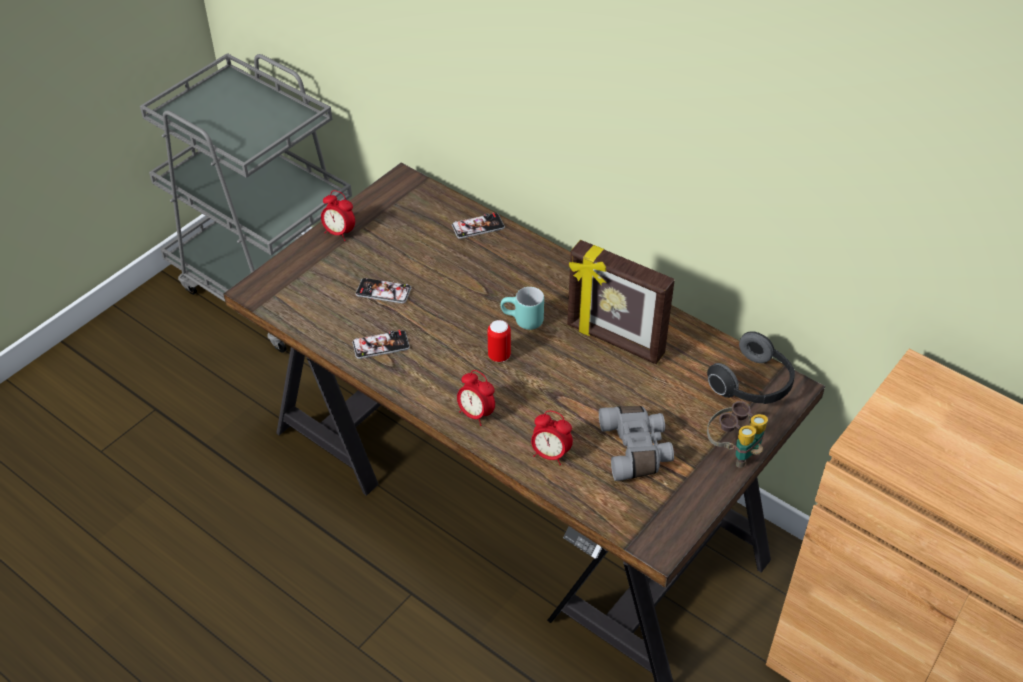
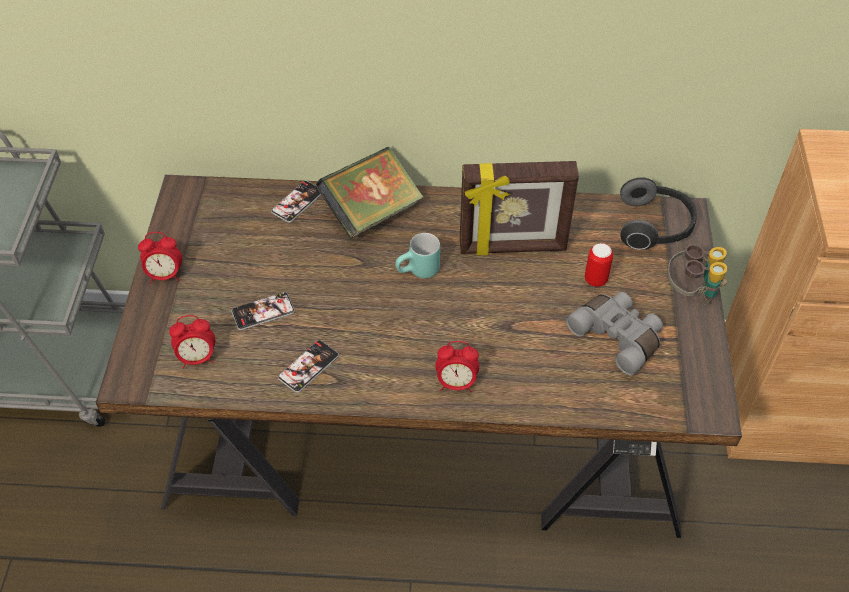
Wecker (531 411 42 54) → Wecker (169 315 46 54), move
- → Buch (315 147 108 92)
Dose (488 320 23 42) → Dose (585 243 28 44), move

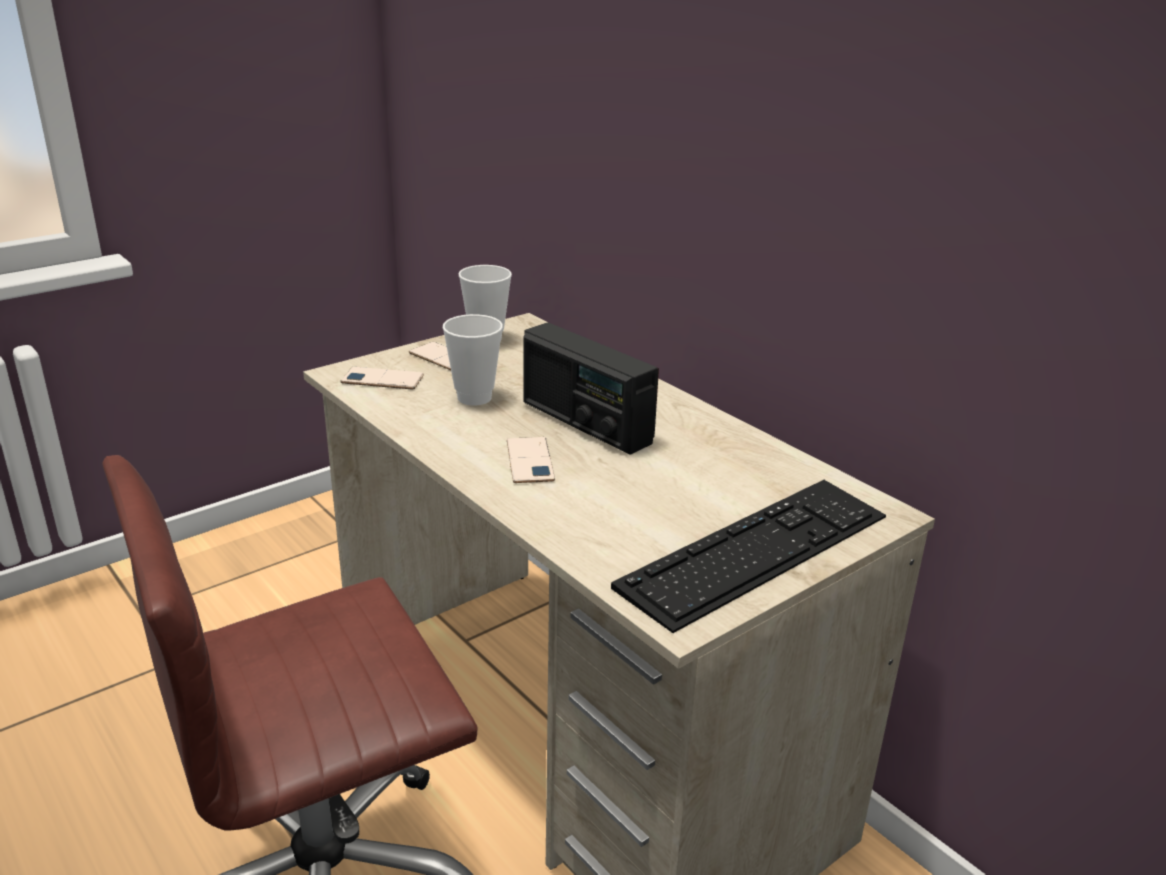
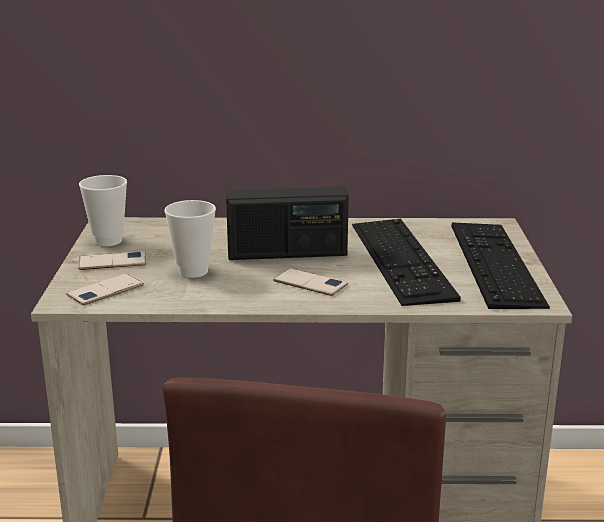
- → Tastatur (352 219 109 87)

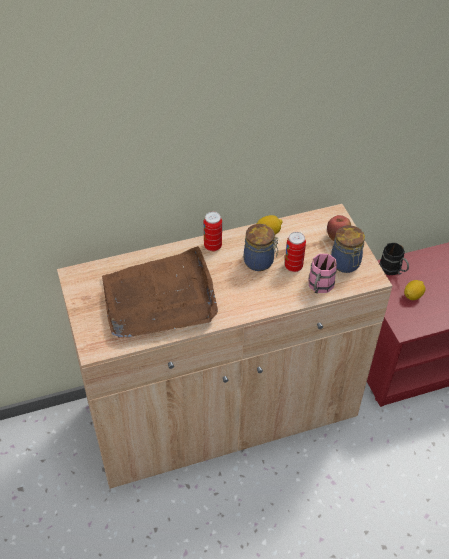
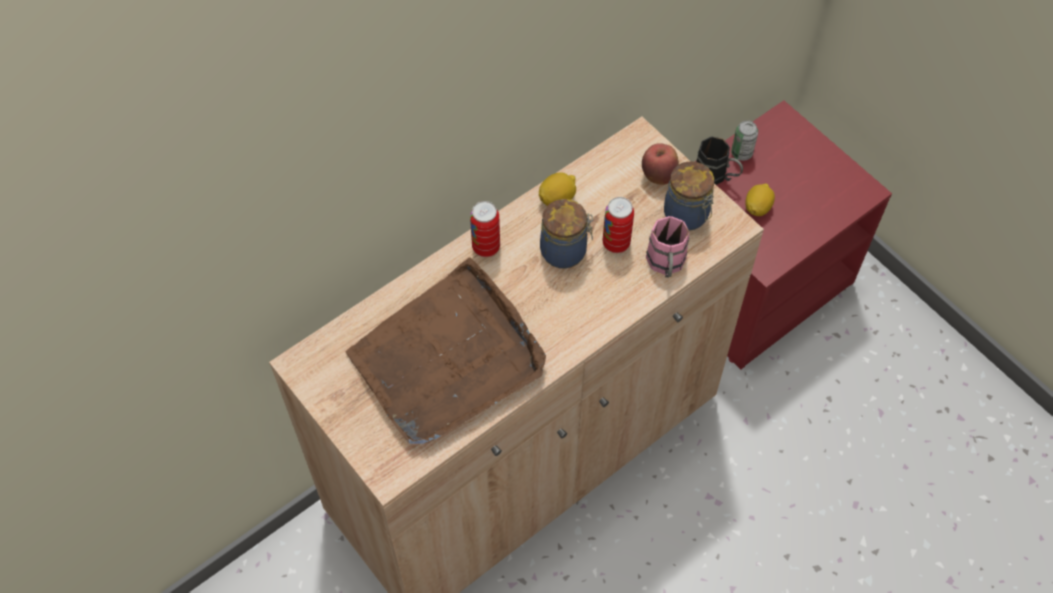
- → Dose (731 120 27 41)

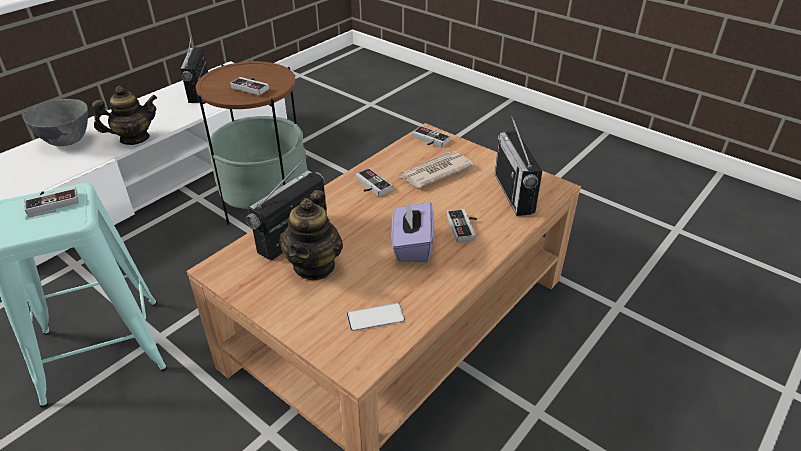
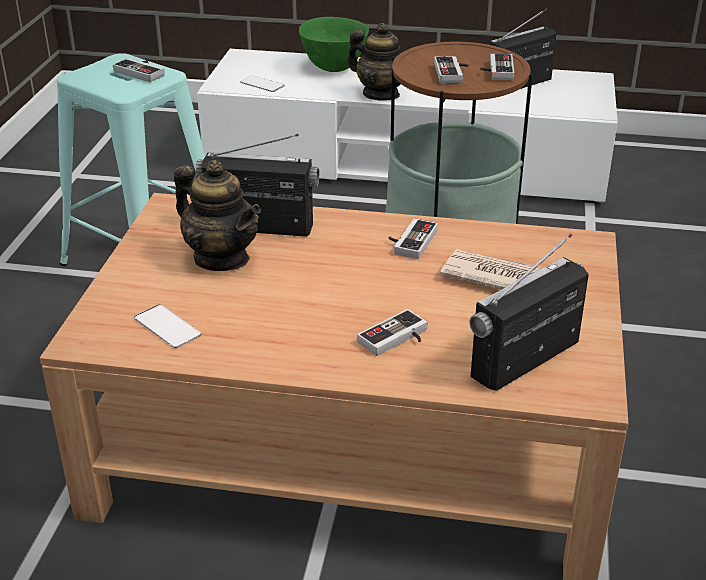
Teekanne (279 190 64 90) → Teekanne (174 160 87 111), 120 degrees counterclockwise
- → Handy (240 75 45 17)
Schüssel (grau) (23 99 65 47) → Schüssel (grün) (299 17 70 55)
Gamepad (412 126 39 21) → Gamepad (480 53 34 27), move
Taschentuchbox (lila) (392 201 42 61) → -

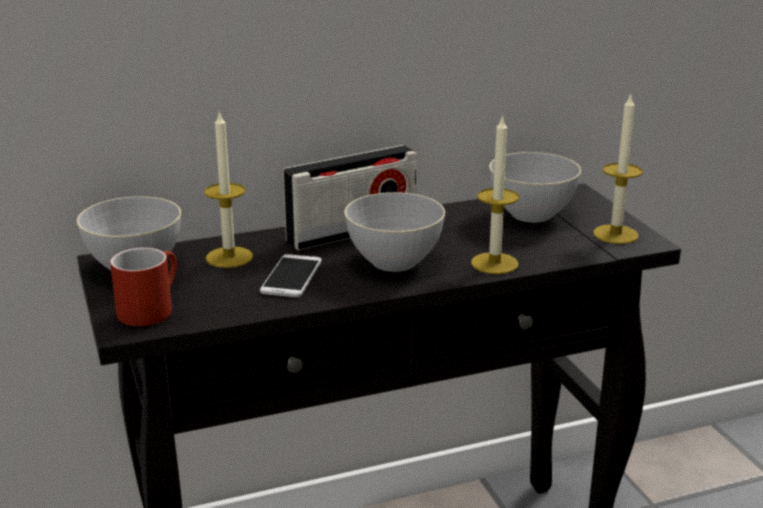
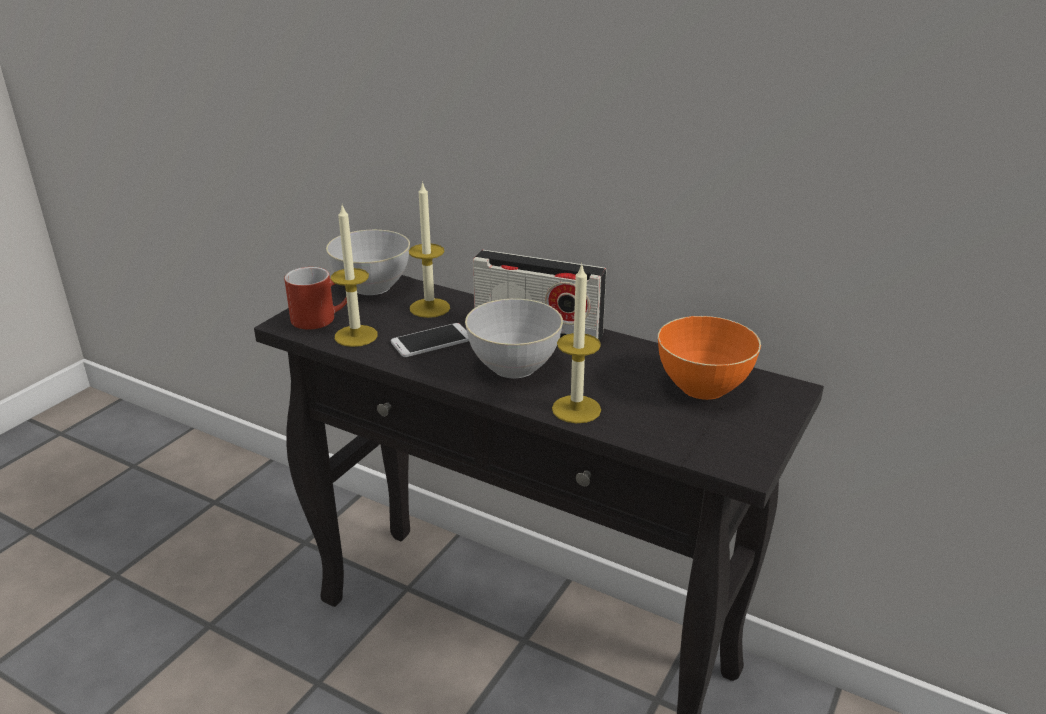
Kerze (593 93 50 151) → Kerze (331 205 47 142), move
Schüssel (grau) (489 152 92 70) → Schüssel (orange) (658 316 103 84)

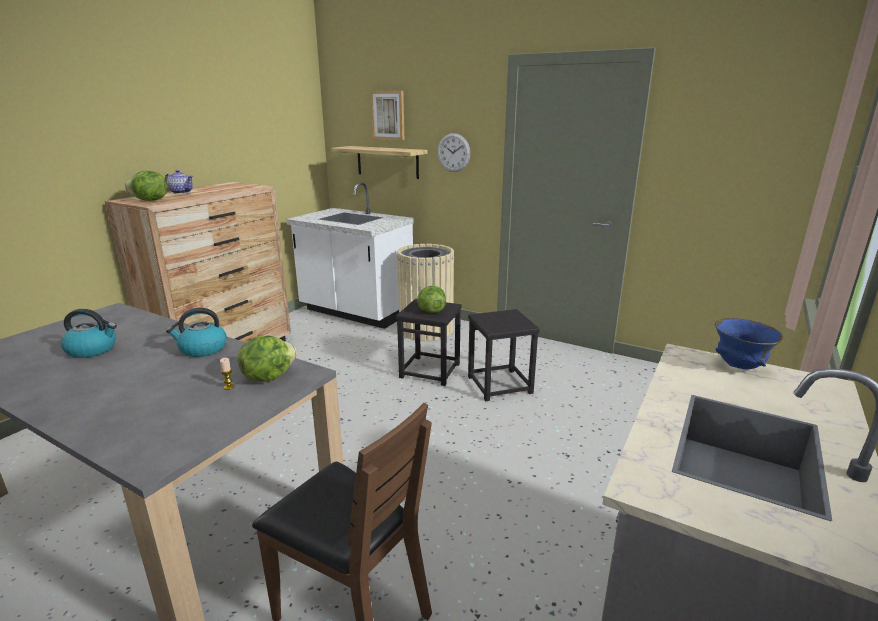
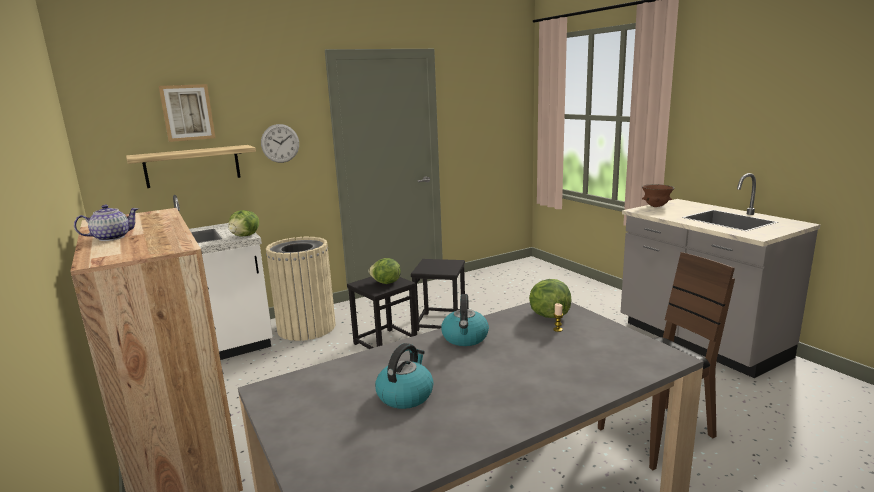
Salatkopf (125 171 42 30) → Salatkopf (228 210 31 27), move
Schüssel (blau) (715 318 68 52) → Schüssel (braun) (642 184 33 23)

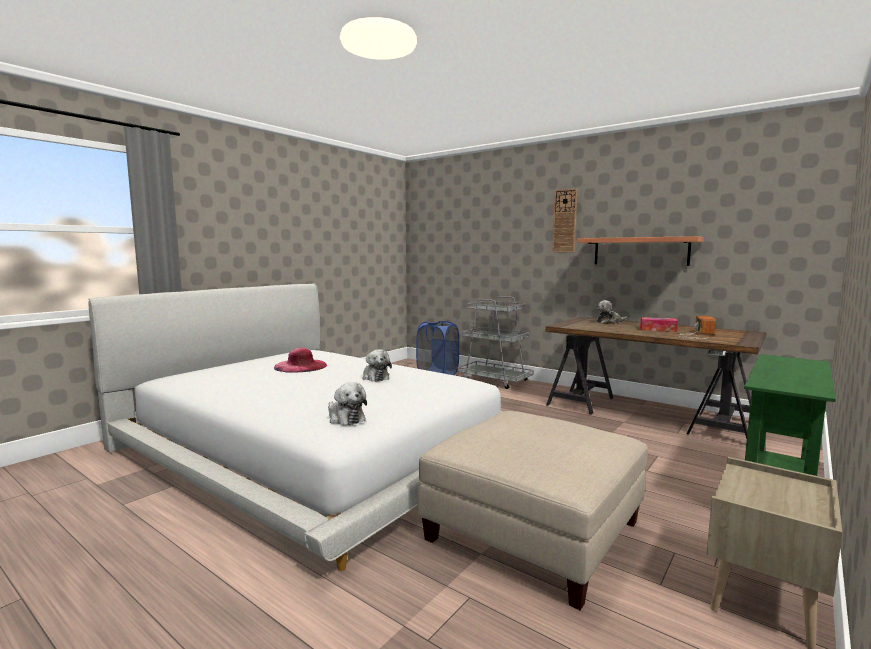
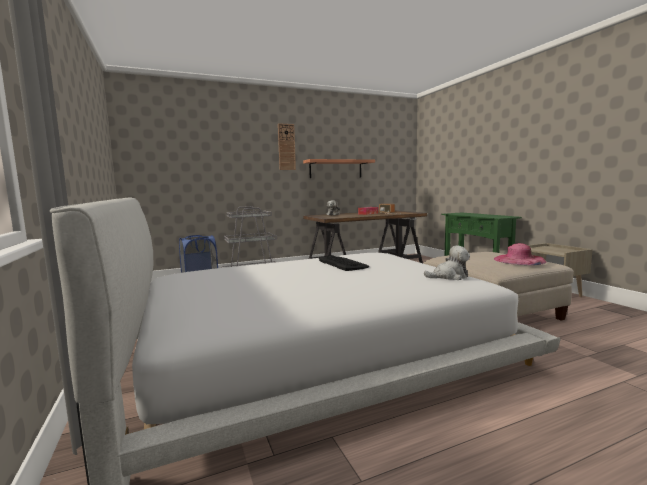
Plüschtier (362 349 30 32) → Tastatur (319 255 50 16)
Hut (rosa) (274 348 53 25) → Hut (rosa) (494 243 52 22), move

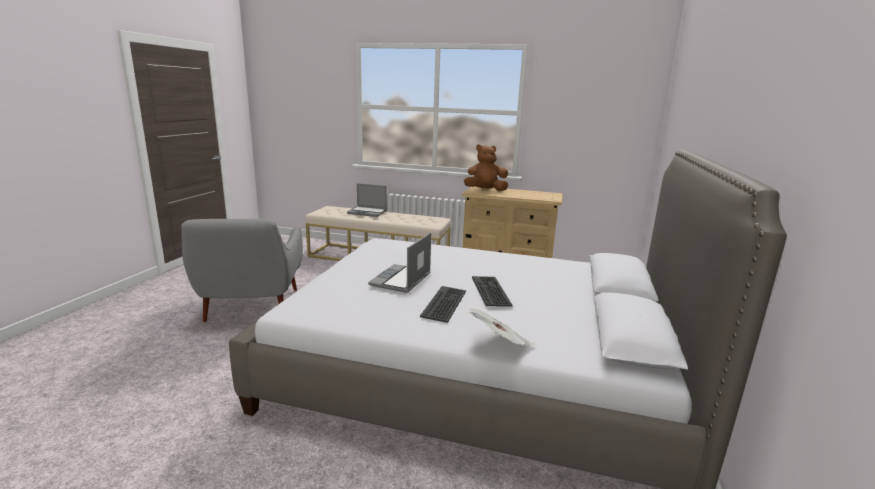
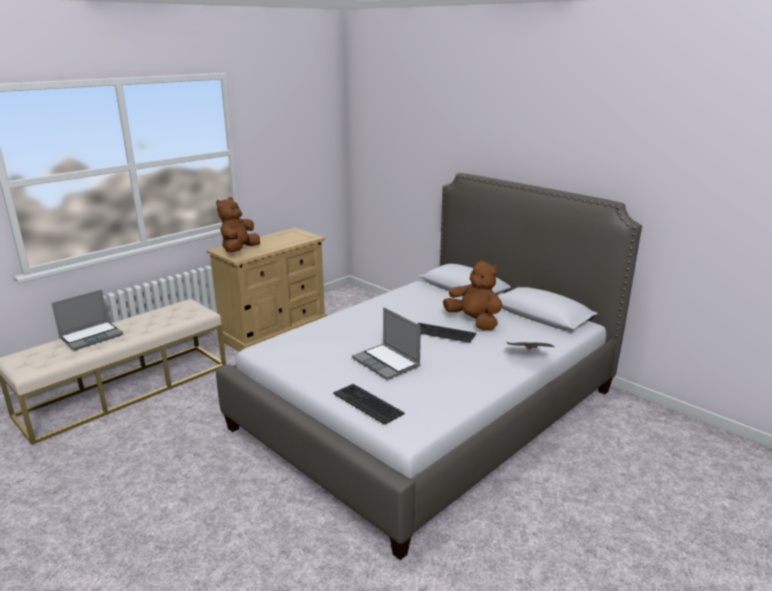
Tastatur (420 286 46 37) → Tastatur (333 384 72 41), move
- → Plüschtier (braun) (443 259 59 71)
Sessel (grau) (181 219 122 103) → -

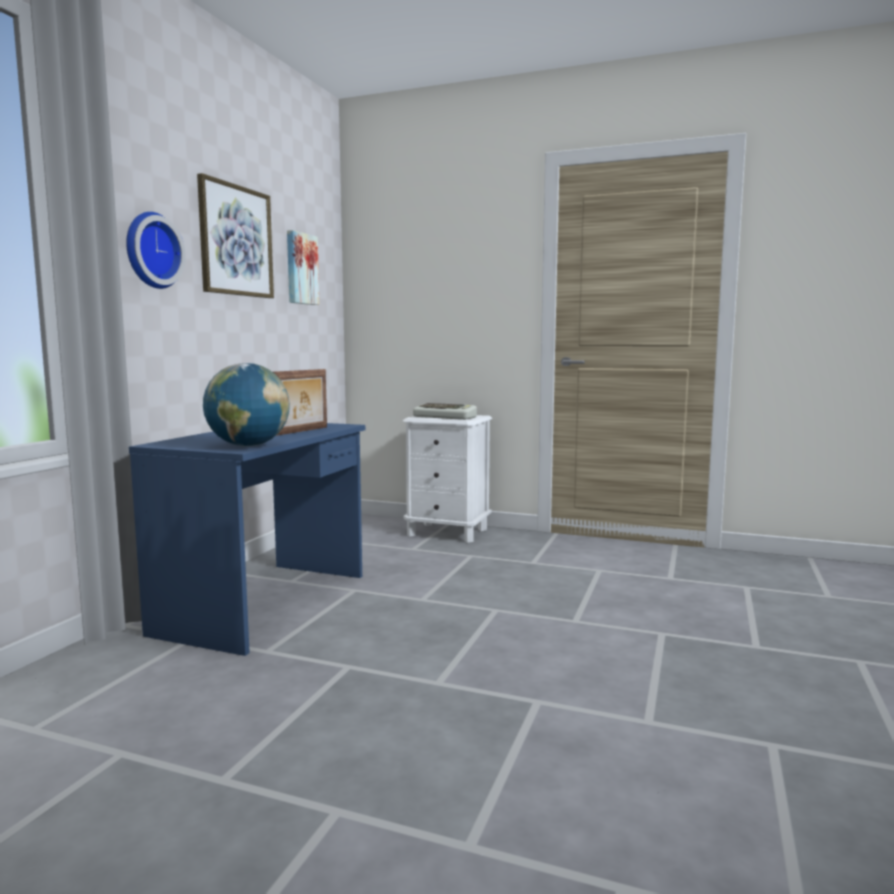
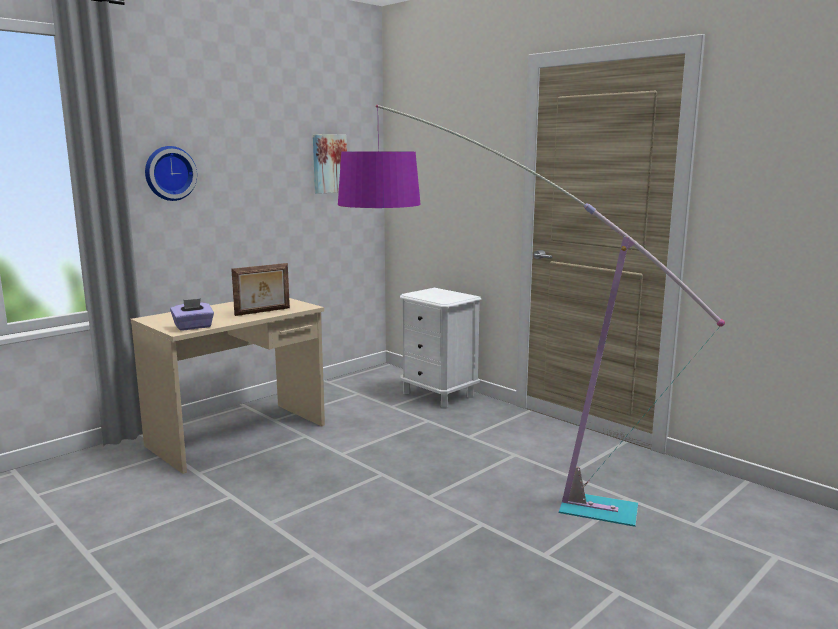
Schreibtisch (blau) (129 423 236 233) → Schreibtisch (beige) (131 298 194 176)
Globus (203 363 87 84) → Taschentuchbox (lila) (170 298 44 33)
- → Stehlampe (338 104 387 423)
Bild (197 173 77 125) → -
Tastatur (413 403 64 17) → -

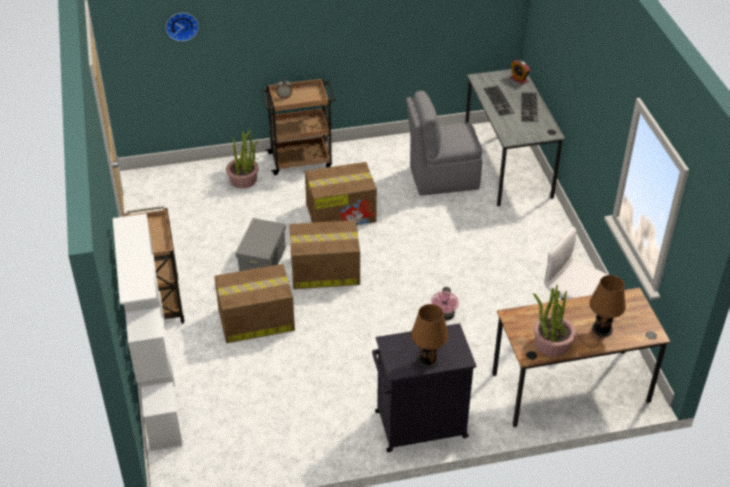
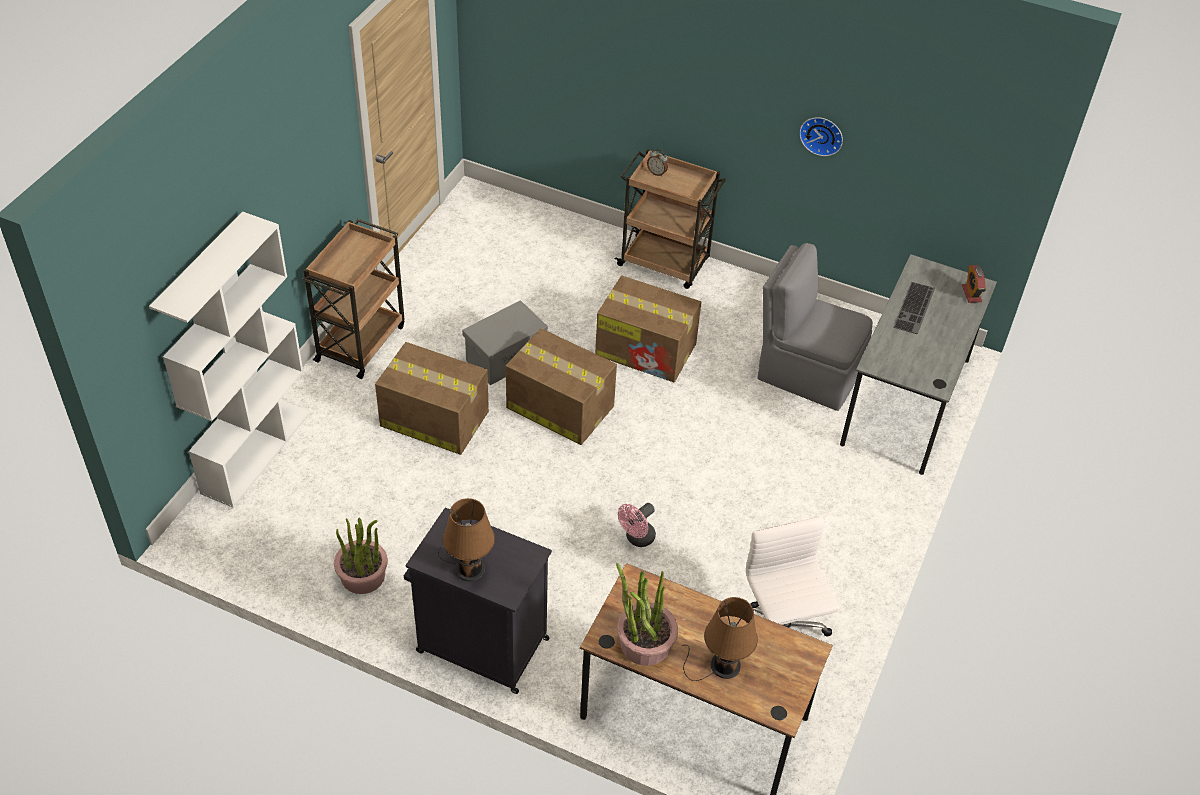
Topfpflanze (226 130 32 58) → Topfpflanze (334 518 54 76), move
Wanduhr (166 13 33 28) → Wanduhr (799 117 44 39), move
Tastatur (521 92 17 30) → -

